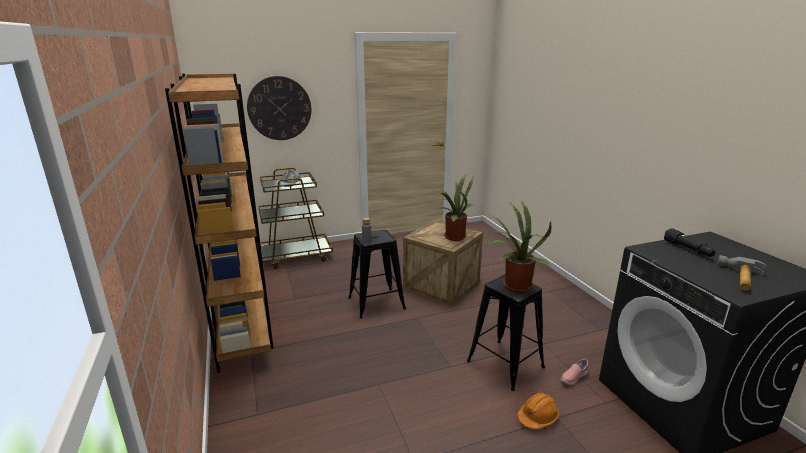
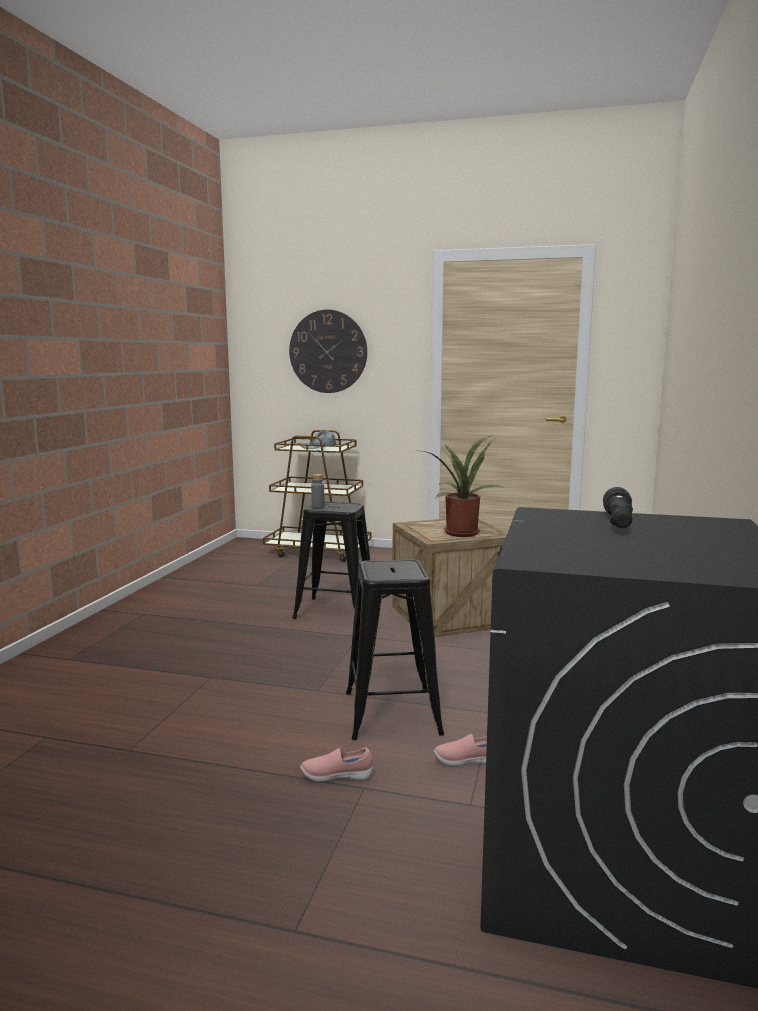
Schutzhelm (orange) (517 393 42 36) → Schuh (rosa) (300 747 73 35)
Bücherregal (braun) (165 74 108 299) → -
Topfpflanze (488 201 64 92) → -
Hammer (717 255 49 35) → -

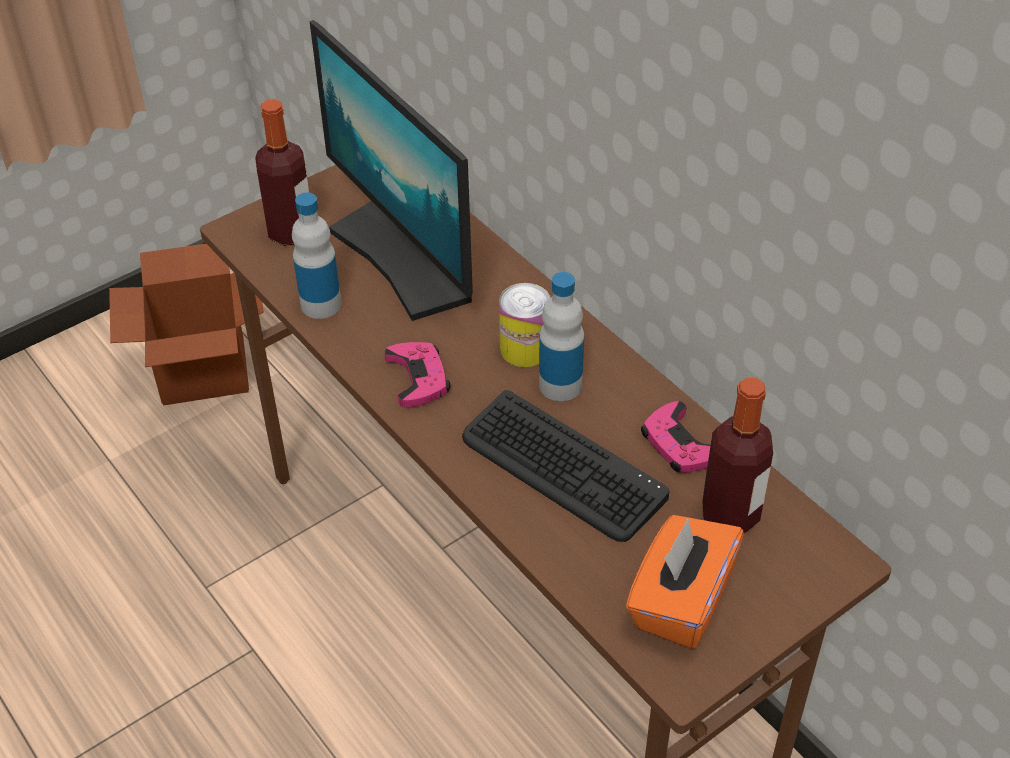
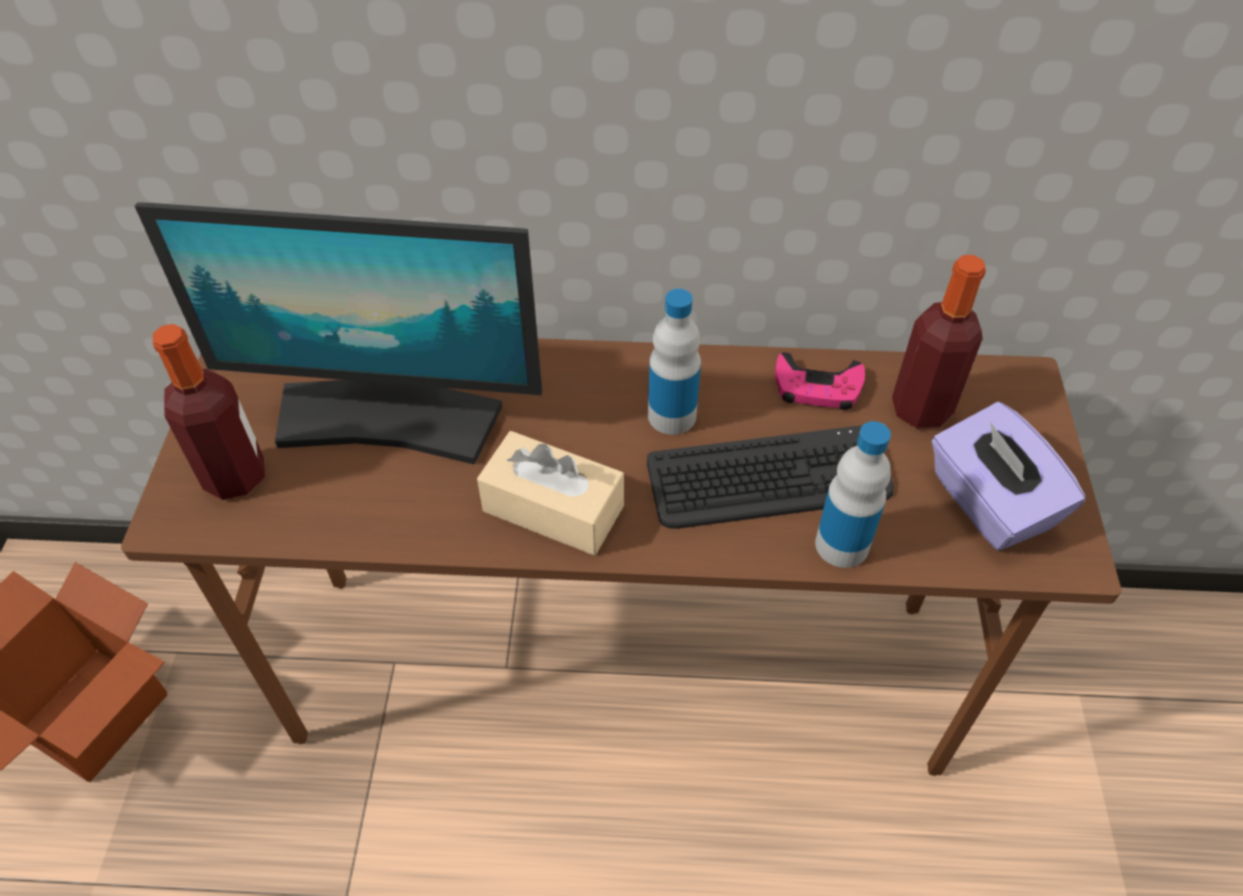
Gamepad (rosa) (385 342 66 66) → Taschentuchbox (beige) (477 431 147 124)
Flasche (292 192 50 127) → Flasche (815 421 76 147), move
Taschentuchbox (orange) (626 515 118 134) → Taschentuchbox (lila) (932 402 154 148)
Dose (499 283 51 84) → -

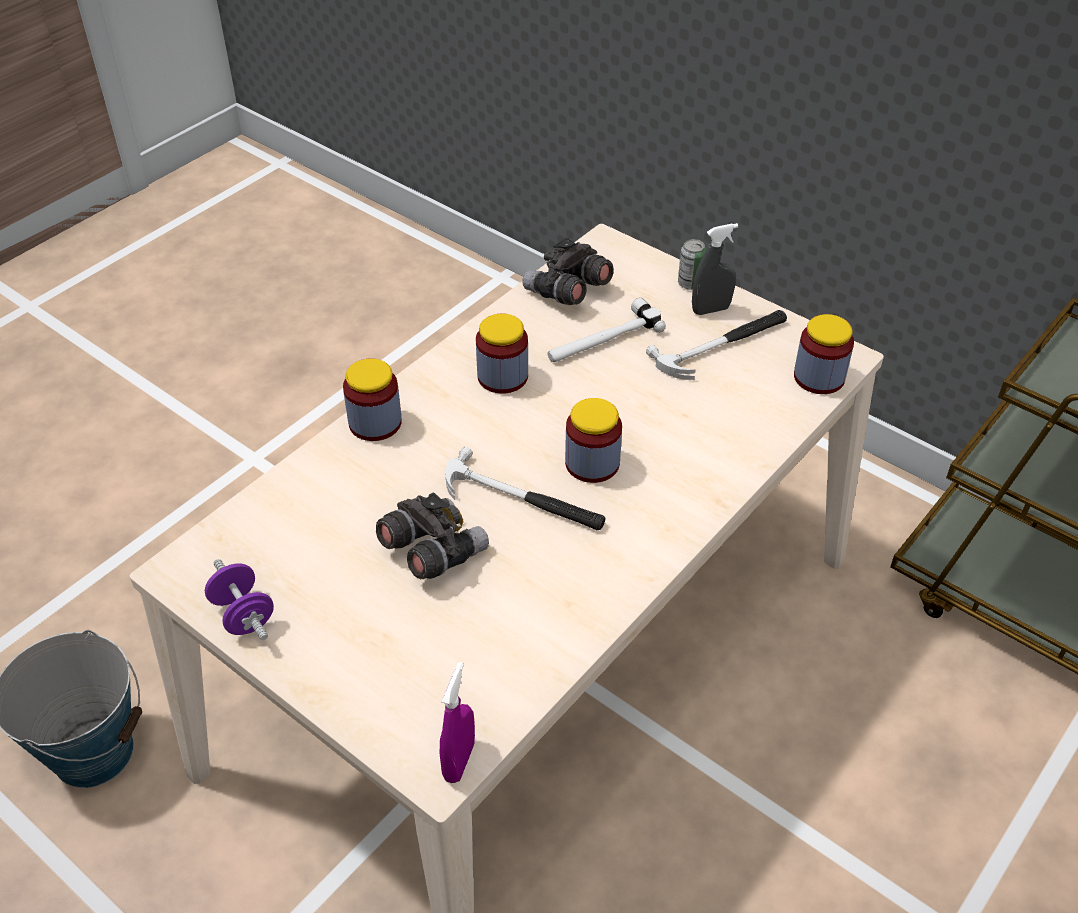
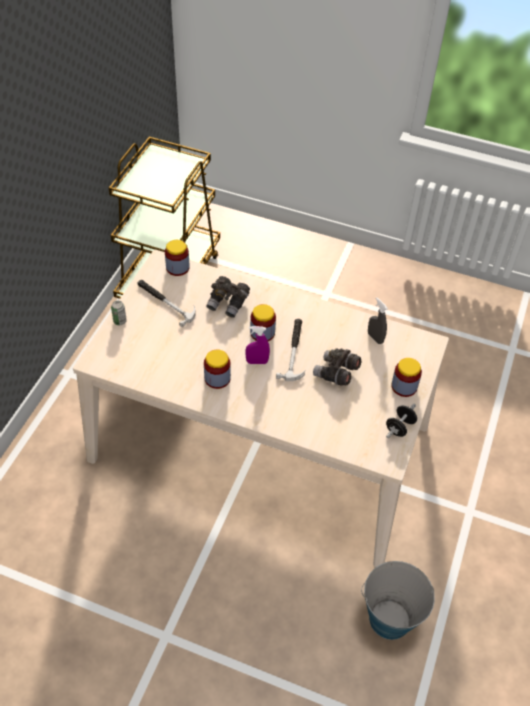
Fernglas (grau) (523 237 91 68) → Fernglas (grau) (206 276 44 42), move
Sprühflasche (lila) (440 662 35 121) → Sprühflasche (lila) (245 326 25 38), move
Sprühflasche (grau) (692 223 46 92) → Sprühflasche (grau) (368 298 20 46), move
Hantel (lila) (205 559 69 81) → Hantel (schwarz) (386 404 31 34)
Vorratsglas (343 358 59 83) → Vorratsglas (391 358 31 39), move
Hammer (547 298 119 64) → -

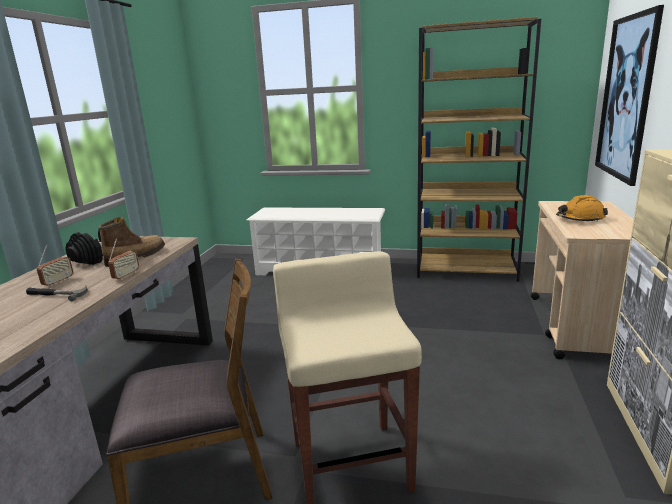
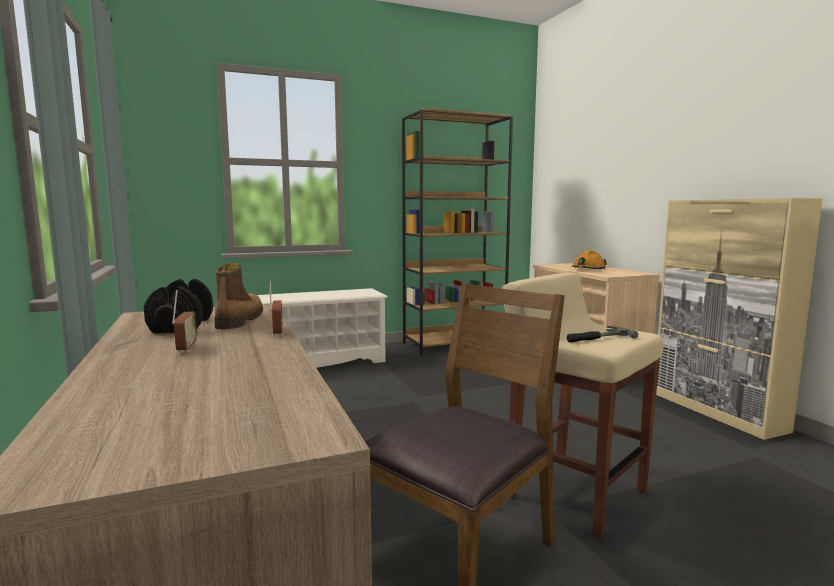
Hammer (26 285 62 16) → Hammer (567 326 71 17), move
Bild (595 5 69 181) → -

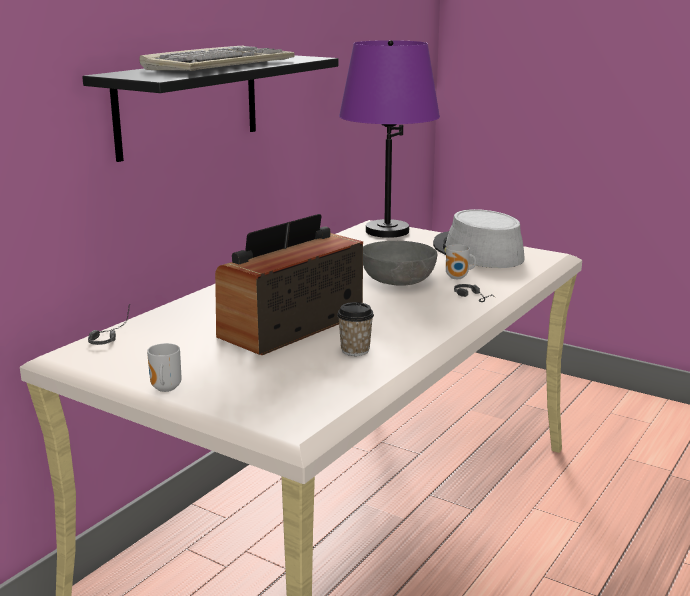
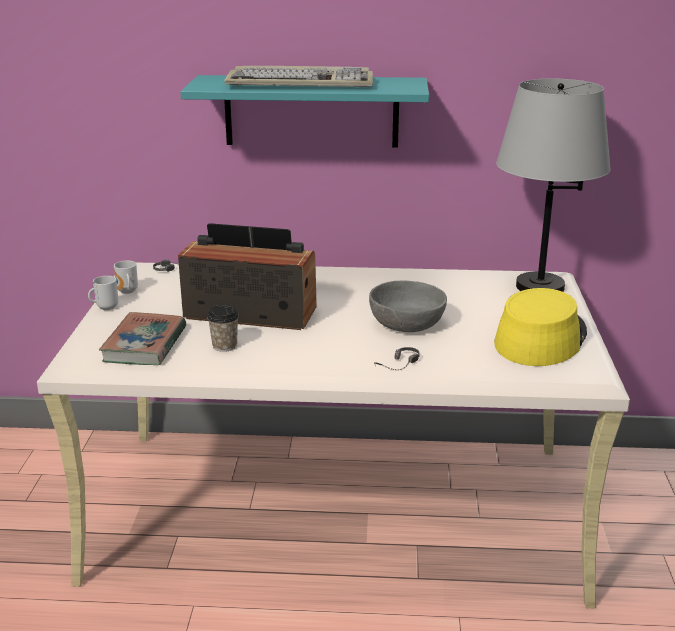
- → Buch (99 312 87 53)
Henkelbecher (446 244 30 35) → Henkelbecher (114 260 24 34), move
Wandregal (schwarz) (82 55 256 107) → Wandregal (türkis) (180 75 249 72)
Hut (grau) (433 209 92 59) → Hut (gelb) (494 288 93 78)
Tischlampe (lila) (339 40 101 198) → Tischlampe (grau) (496 79 115 213)

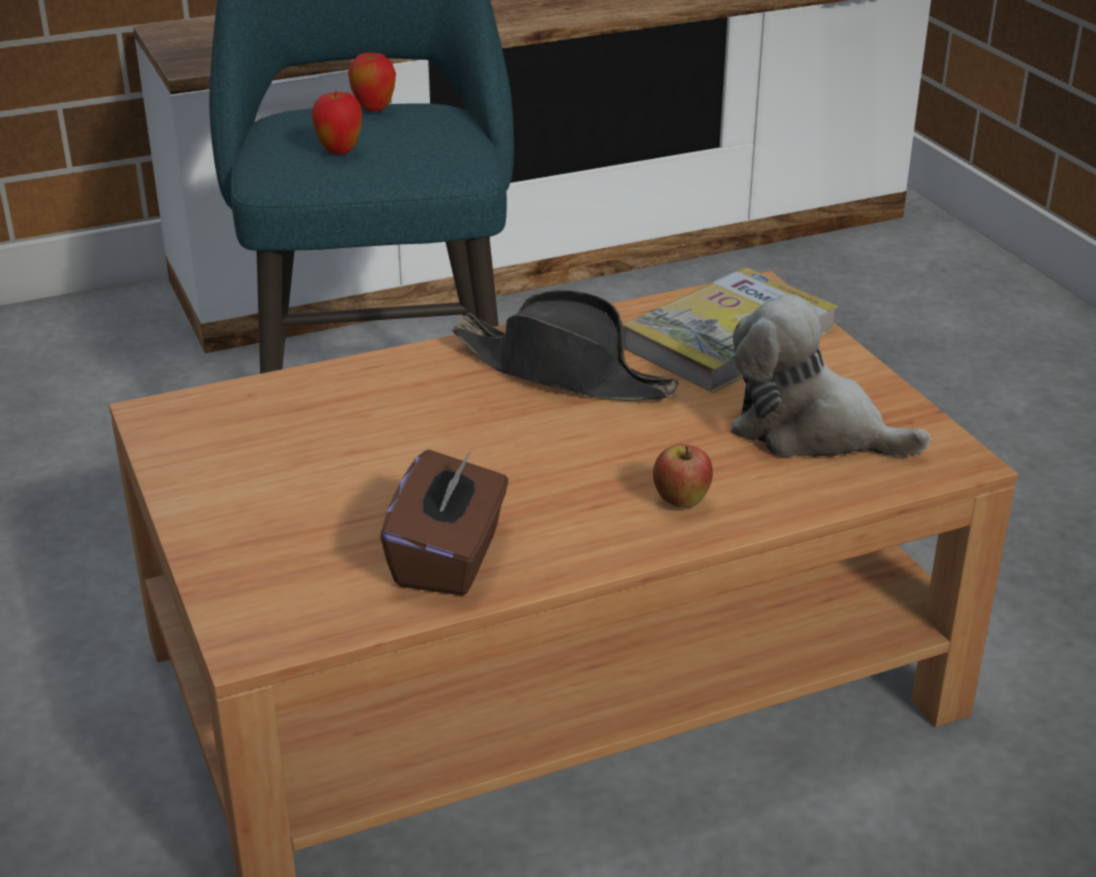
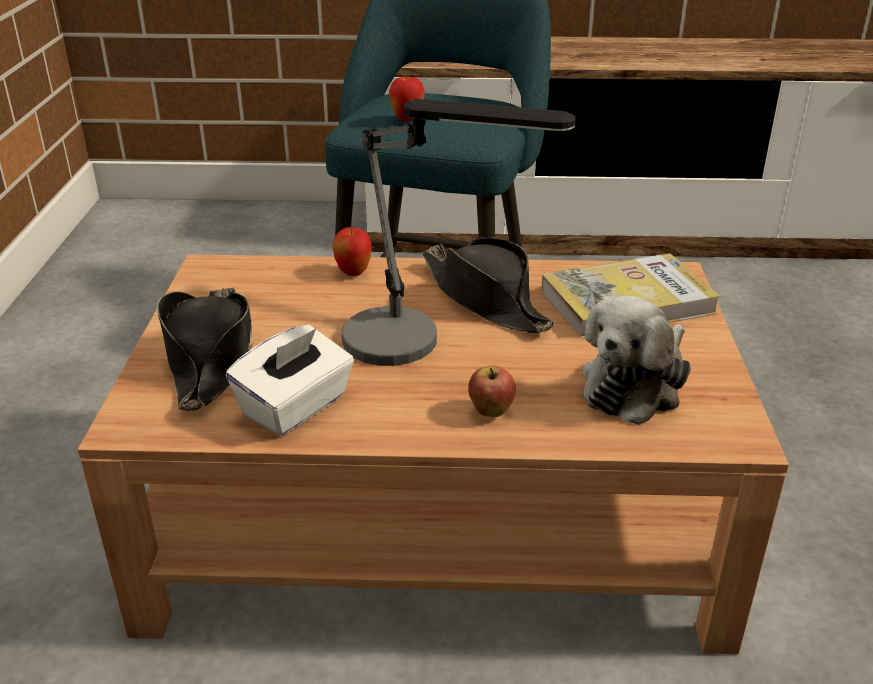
- → Hut (schwarz) (157 287 96 124)
Taschentuchbox (braun) (380 449 129 147) → Taschentuchbox (weiß) (226 325 128 110)
Apfel (348 50 48 62) → Apfel (332 227 39 49), move
- → Tischlampe (342 99 234 267)
Plüschtier (731 294 200 163) → Plüschtier (583 295 108 130), 105 degrees counterclockwise

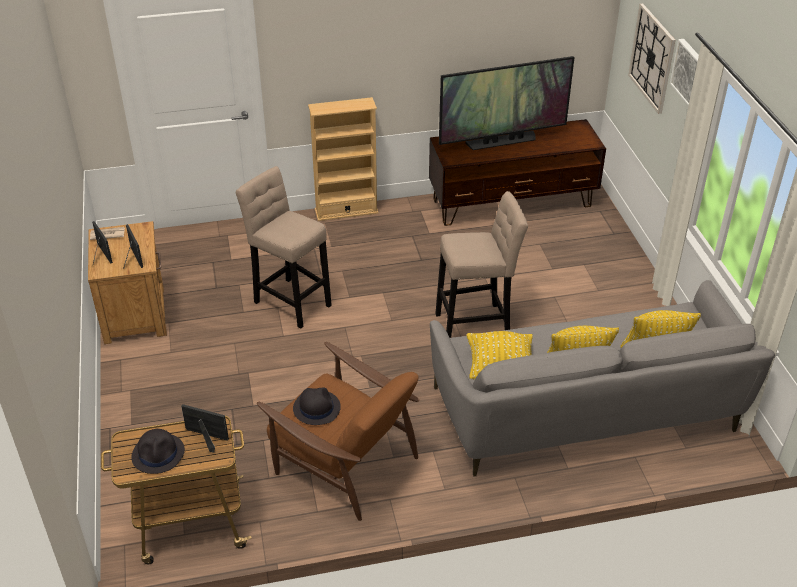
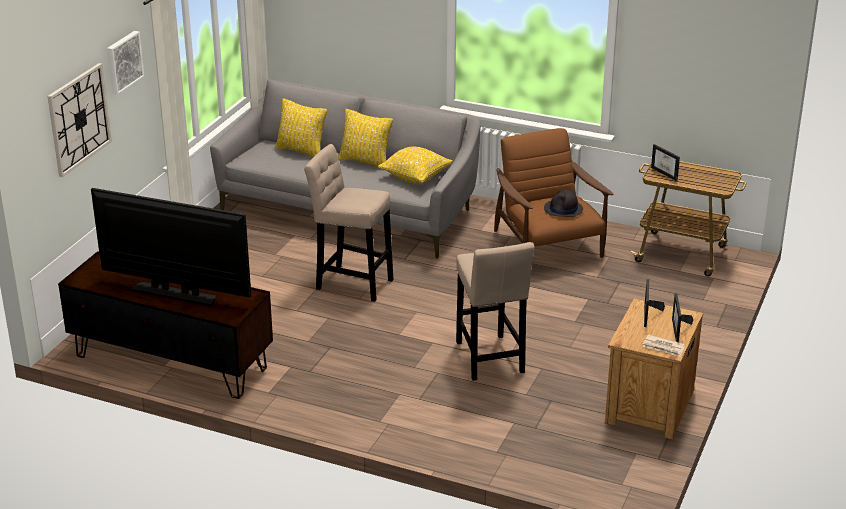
Hut (schwarz) (131 429 54 45) → -
Bücherregal (beige) (308 97 70 124) → -

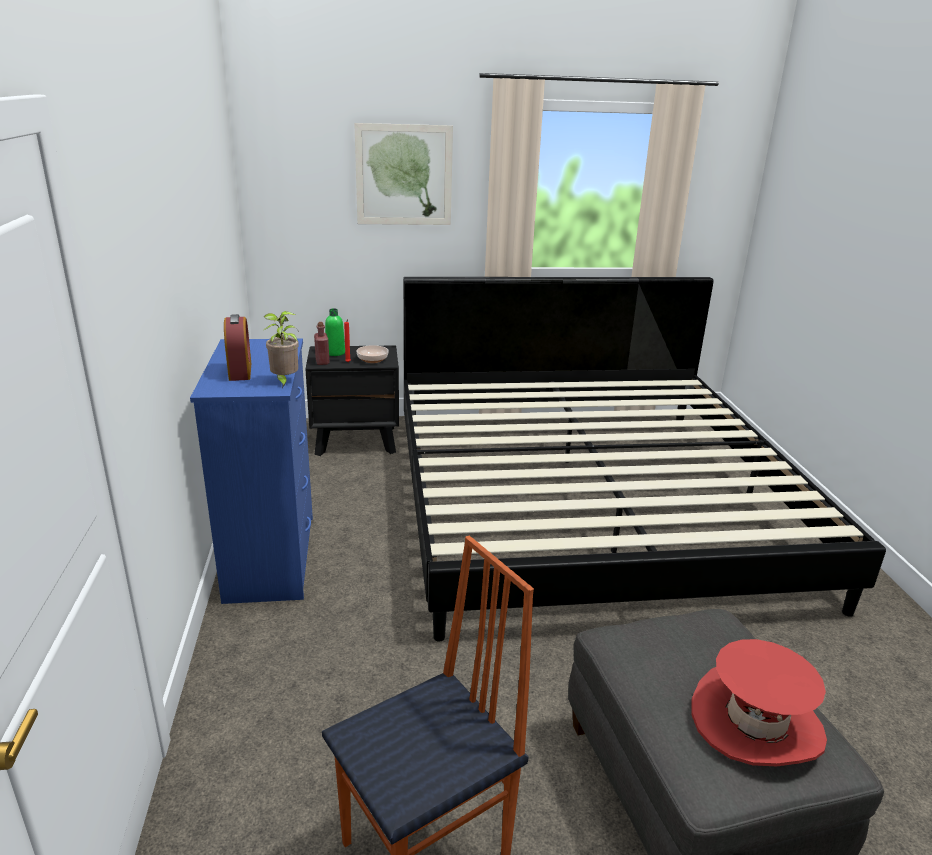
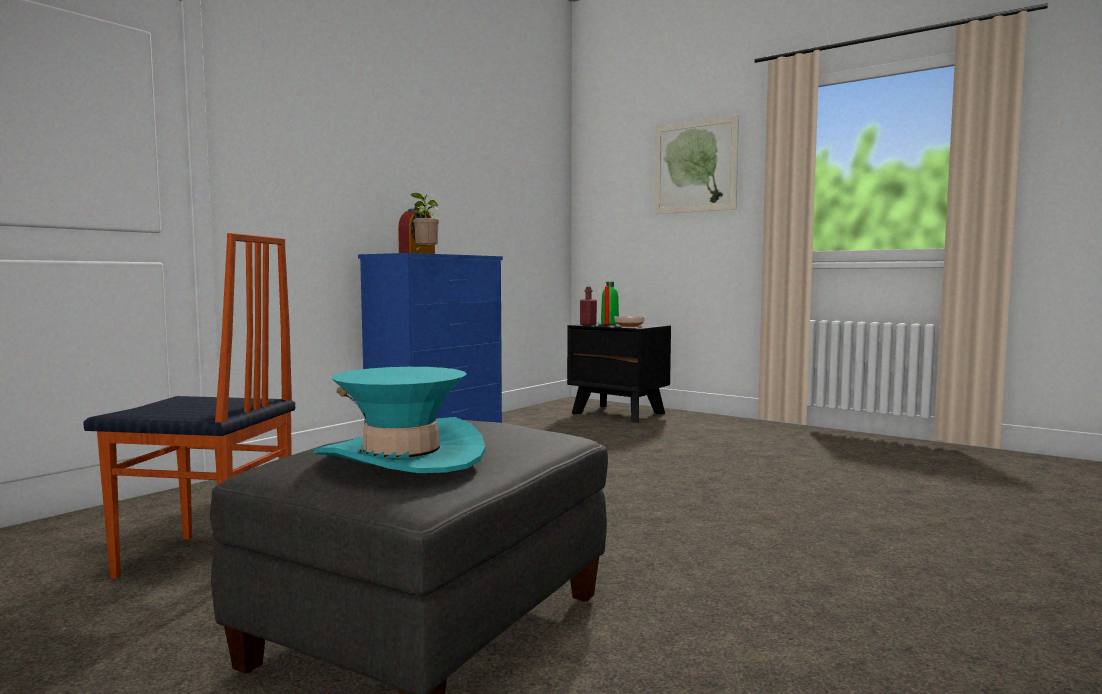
Hut (rot) (691 639 136 127) → Hut (türkis) (314 367 172 106)
Bett (403 277 483 364) → -

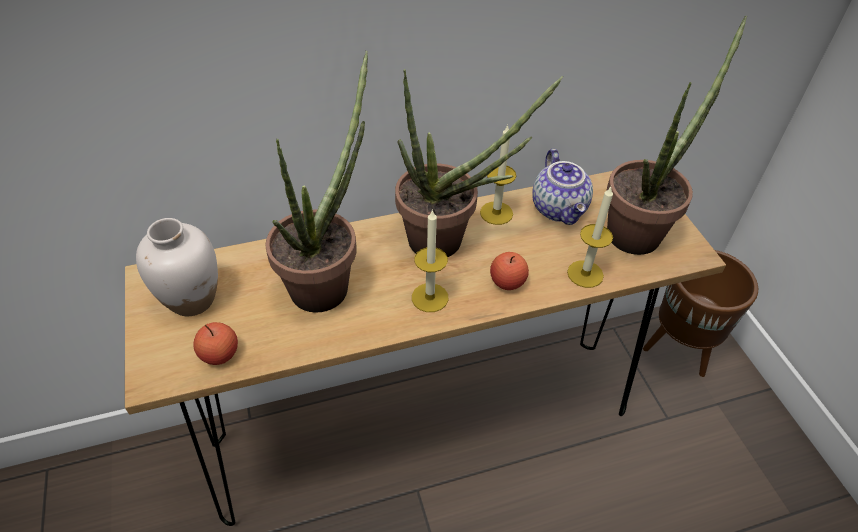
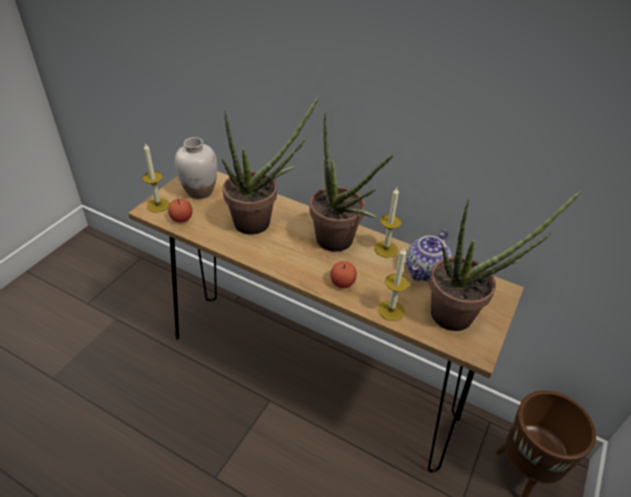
Kerze (412 209 36 103) → Kerze (142 143 28 69), move

